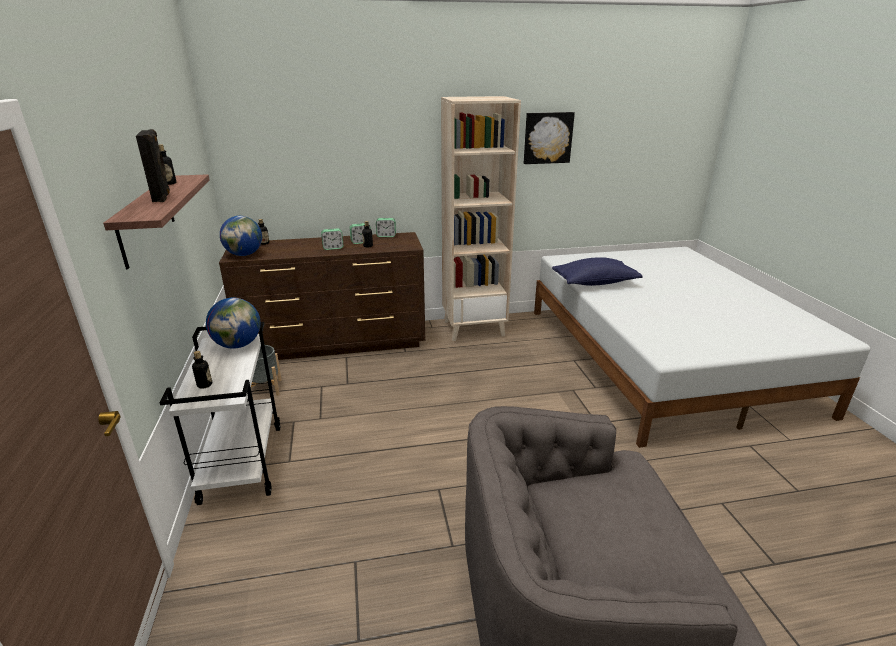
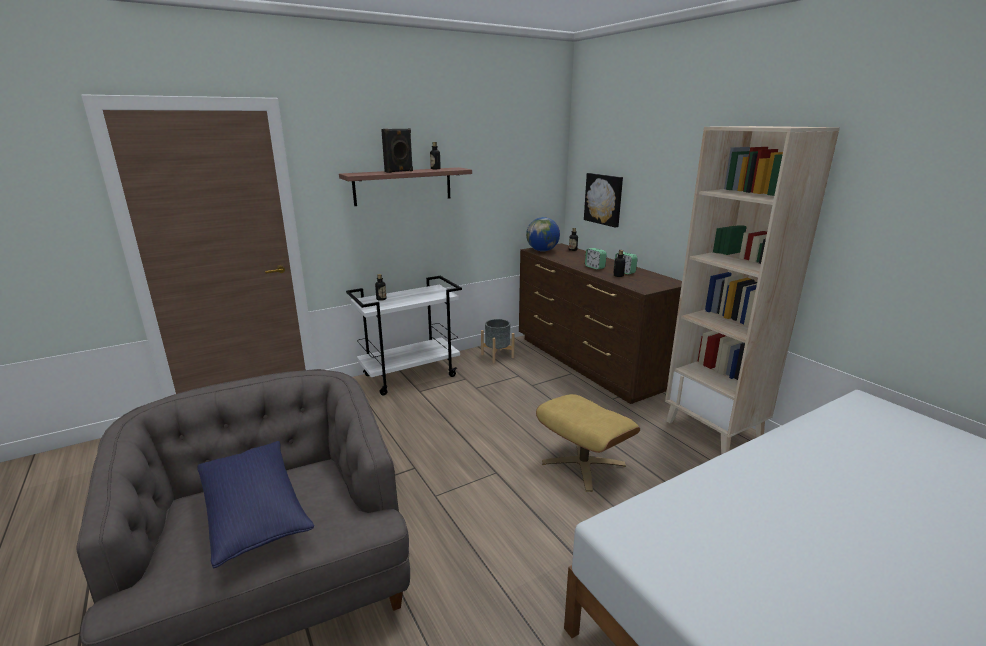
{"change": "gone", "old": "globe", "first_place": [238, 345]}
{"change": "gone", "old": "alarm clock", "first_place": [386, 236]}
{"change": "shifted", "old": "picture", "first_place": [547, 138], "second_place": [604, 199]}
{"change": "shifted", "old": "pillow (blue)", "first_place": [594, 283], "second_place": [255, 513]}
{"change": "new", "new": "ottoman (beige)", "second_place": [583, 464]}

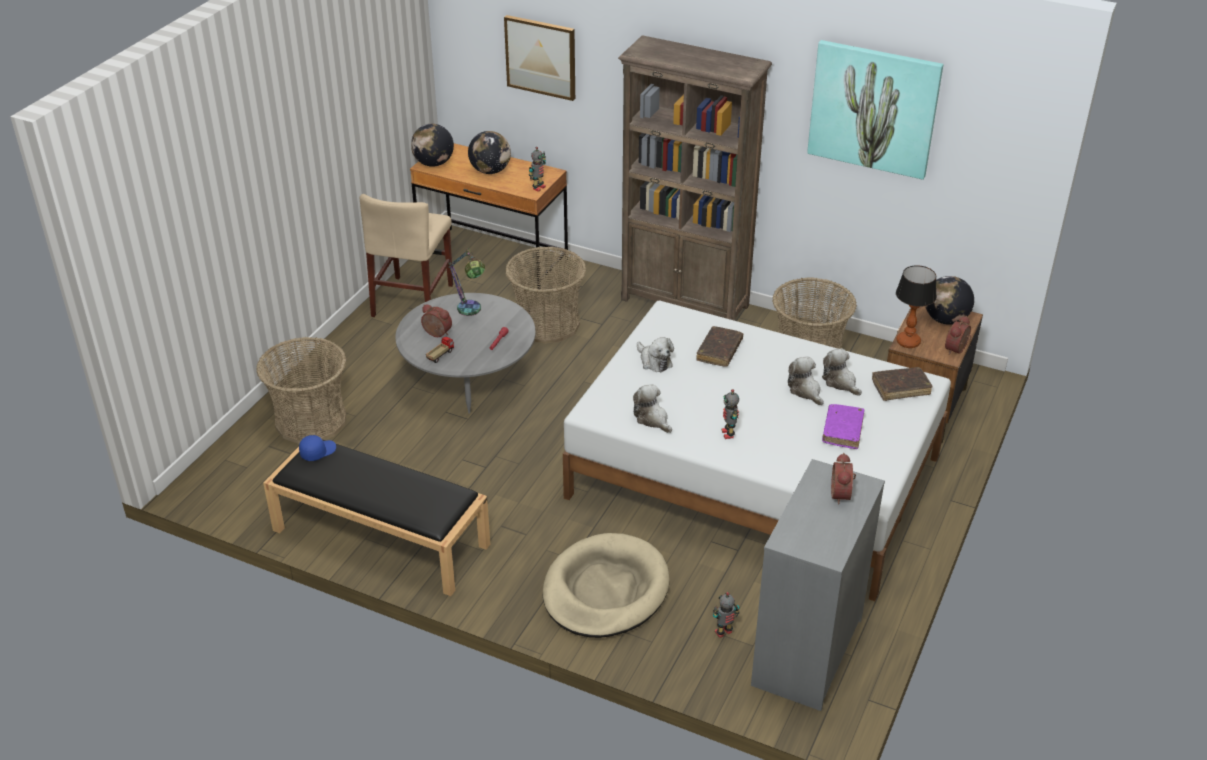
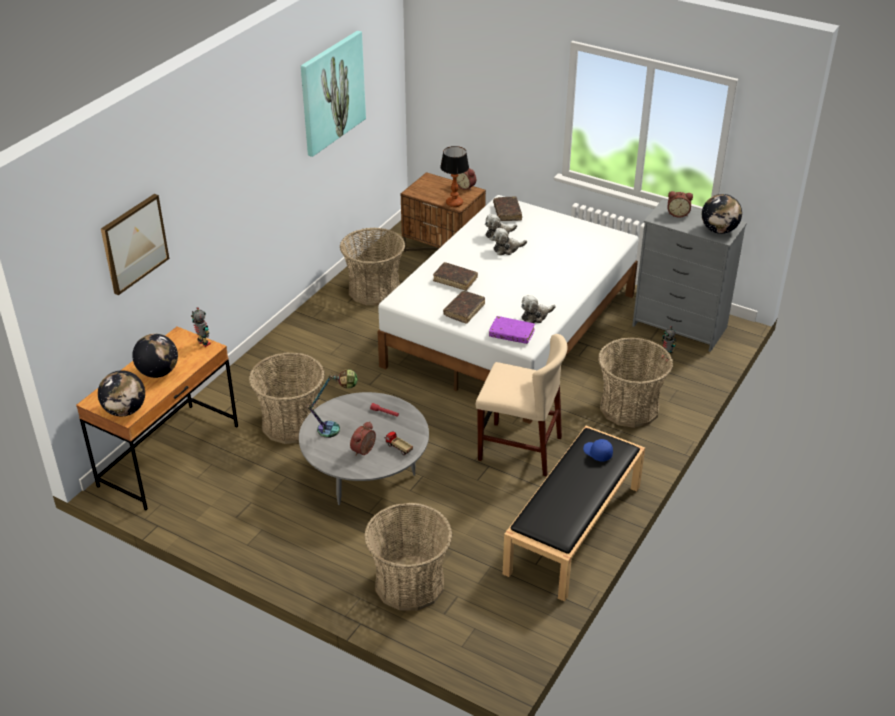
{"change": "shifted", "old": "cap (blue)", "first_place": [317, 451], "second_place": [597, 453]}
{"change": "shifted", "old": "chair (beige)", "first_place": [413, 300], "second_place": [519, 448]}
{"change": "swapped", "old": "dog bed (beige)", "new": "basket", "first_place": [605, 590], "second_place": [629, 408]}
{"change": "gone", "old": "bookcase (brown)", "first_place": [685, 303]}
{"change": "swapped", "old": "plush toy", "new": "book (brown)", "first_place": [654, 361], "second_place": [464, 310]}
{"change": "gone", "old": "toy robot", "first_place": [728, 434]}
{"change": "shifted", "old": "book (purple)", "first_place": [842, 431], "second_place": [511, 334]}
{"change": "shifted", "old": "globe", "first_place": [945, 319], "second_place": [719, 230]}

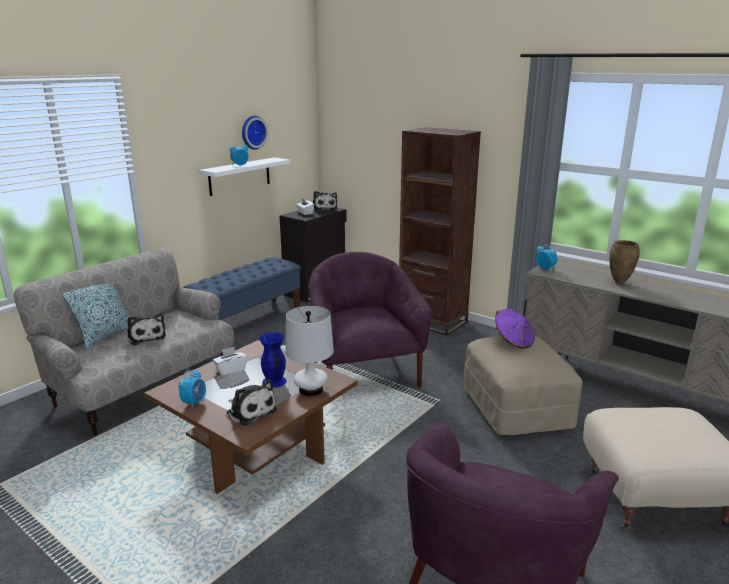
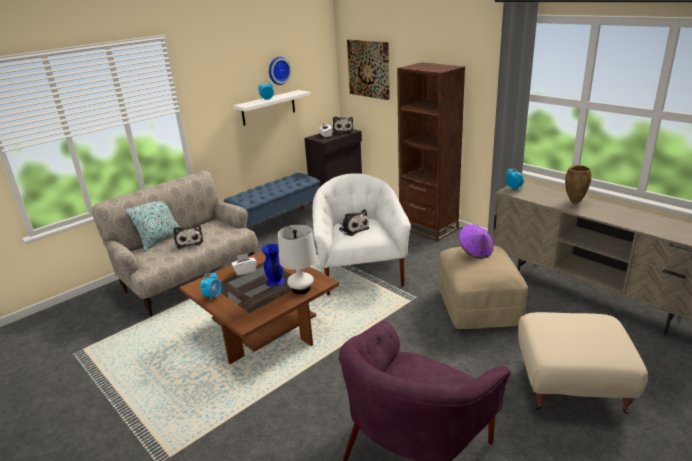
{"change": "shifted", "old": "plush toy", "first_place": [250, 411], "second_place": [353, 229]}
{"change": "repainted", "old": "armchair (purple)", "new": "armchair (white)", "first_place": [363, 374], "second_place": [360, 273]}
{"change": "new", "new": "picture", "second_place": [369, 69]}

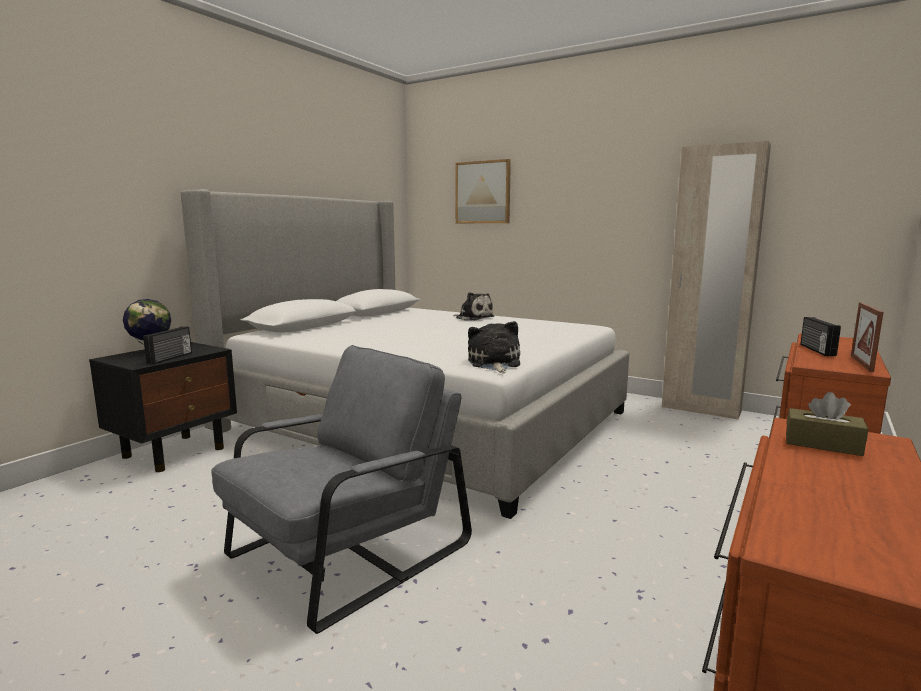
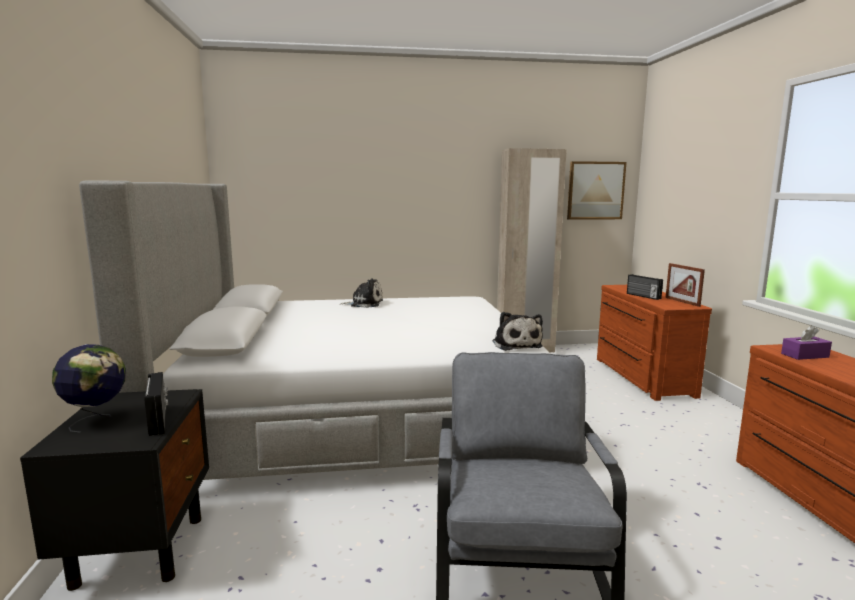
{"change": "shifted", "old": "picture", "first_place": [483, 192], "second_place": [595, 190]}
{"change": "rotated", "old": "plush toy", "first_place": [494, 363], "second_place": [516, 344], "degrees": -150}
{"change": "repainted", "old": "tissue box (brown)", "new": "tissue box (purple)", "first_place": [822, 444], "second_place": [804, 355]}

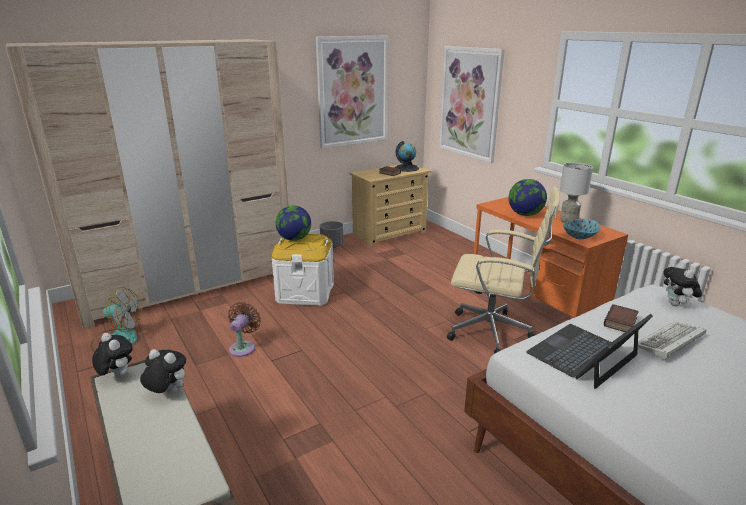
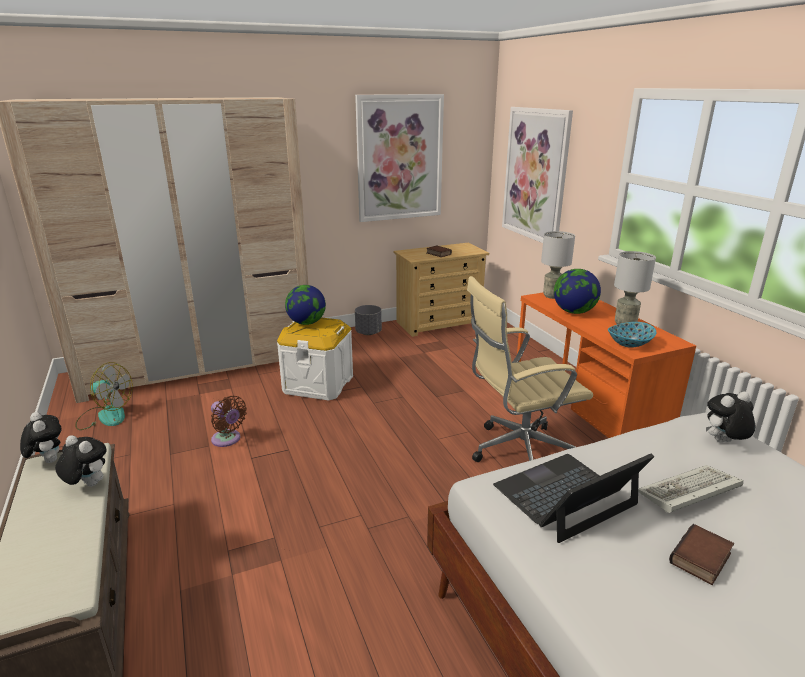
{"change": "rotated", "old": "fan (brown)", "first_place": [243, 347], "second_place": [228, 440], "degrees": 105}
{"change": "gone", "old": "globe", "first_place": [406, 168]}
{"change": "rotated", "old": "office chair (beige)", "first_place": [493, 333], "second_place": [517, 452], "degrees": 135}
{"change": "shifted", "old": "book", "first_place": [621, 322], "second_place": [701, 559]}
{"change": "rotated", "old": "plush toy", "first_place": [676, 304], "second_place": [723, 442], "degrees": 60}
{"change": "new", "new": "table lamp (grey)", "second_place": [552, 296]}

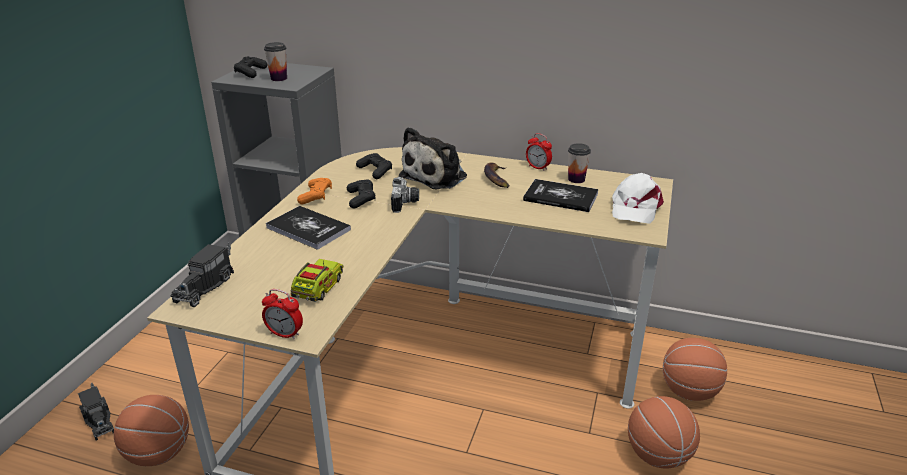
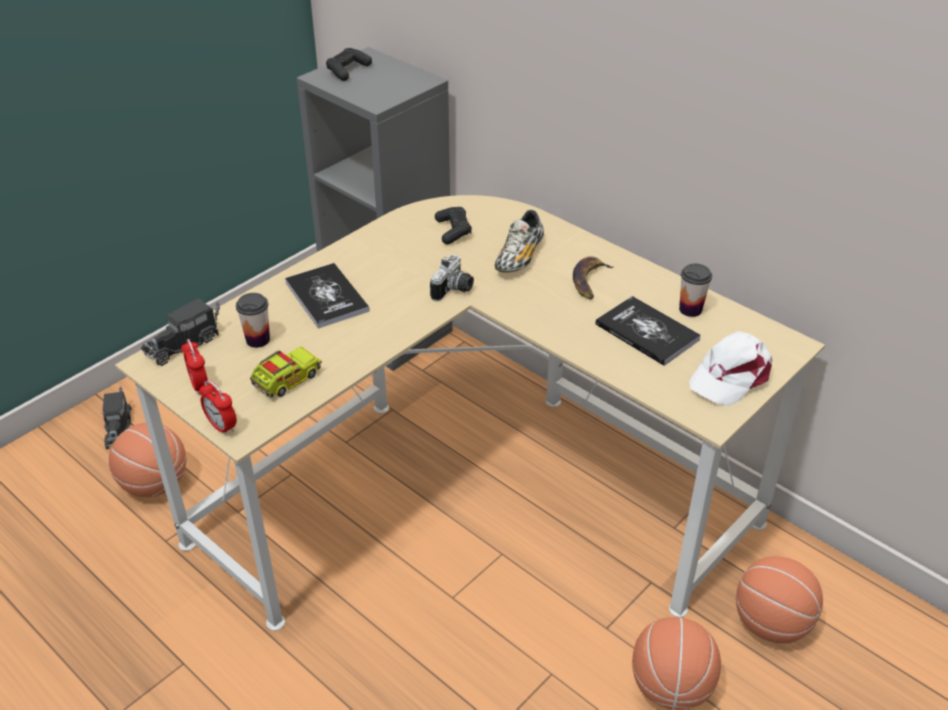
{"change": "shifted", "old": "cup", "first_place": [279, 78], "second_place": [258, 340]}
{"change": "gone", "old": "game controller (orange)", "first_place": [316, 196]}
{"change": "gone", "old": "game controller (black)", "first_place": [361, 199]}
{"change": "swapped", "old": "plush toy", "new": "shoe", "first_place": [436, 176], "second_place": [519, 257]}
{"change": "shifted", "old": "alarm clock", "first_place": [538, 168], "second_place": [199, 385]}

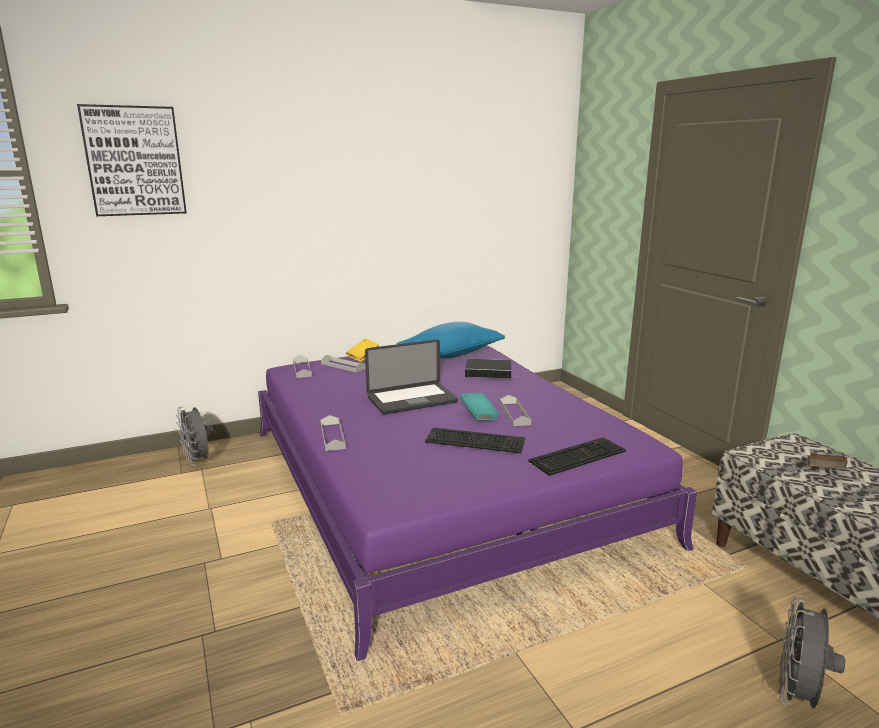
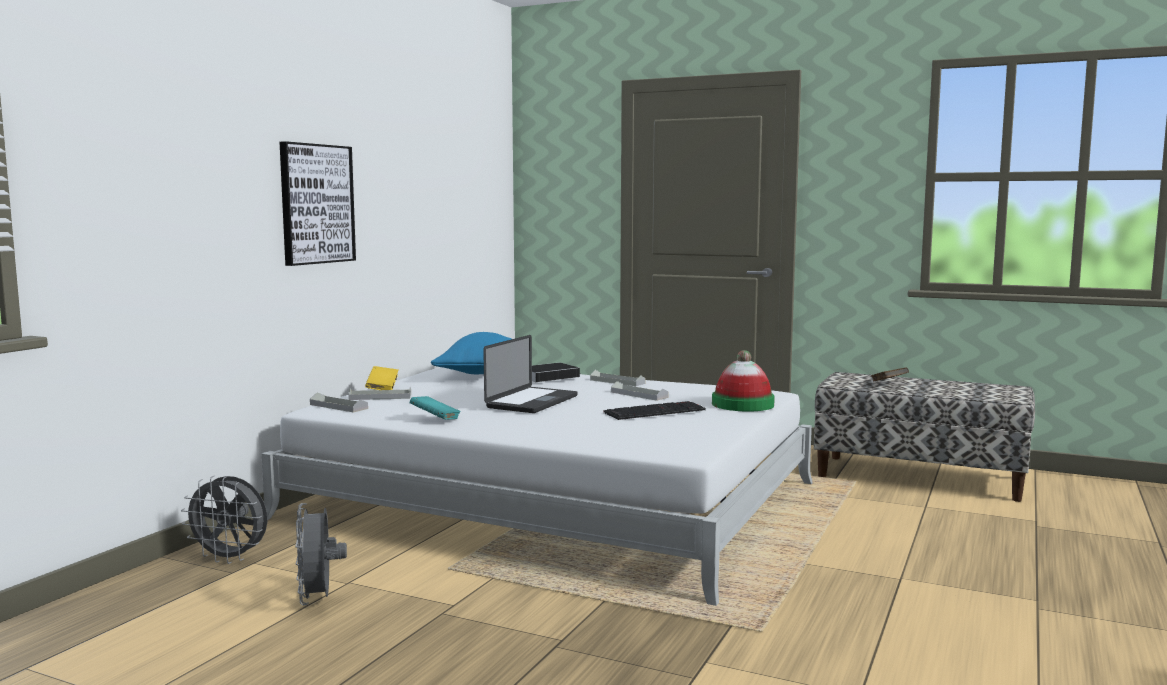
{"change": "shifted", "old": "picture", "first_place": [134, 161], "second_place": [316, 204]}
{"change": "repainted", "old": "bed (purple)", "new": "bed (white)", "first_place": [439, 483], "second_place": [553, 501]}
{"change": "shifted", "old": "tray (grey)", "first_place": [332, 436], "second_place": [617, 382]}
{"change": "shifted", "old": "book (turquoise)", "first_place": [479, 415], "second_place": [435, 419]}
{"change": "swapped", "old": "keyboard", "new": "hat", "first_place": [577, 455], "second_place": [742, 404]}
{"change": "shifted", "old": "fan (grey)", "first_place": [797, 696], "second_place": [319, 599]}

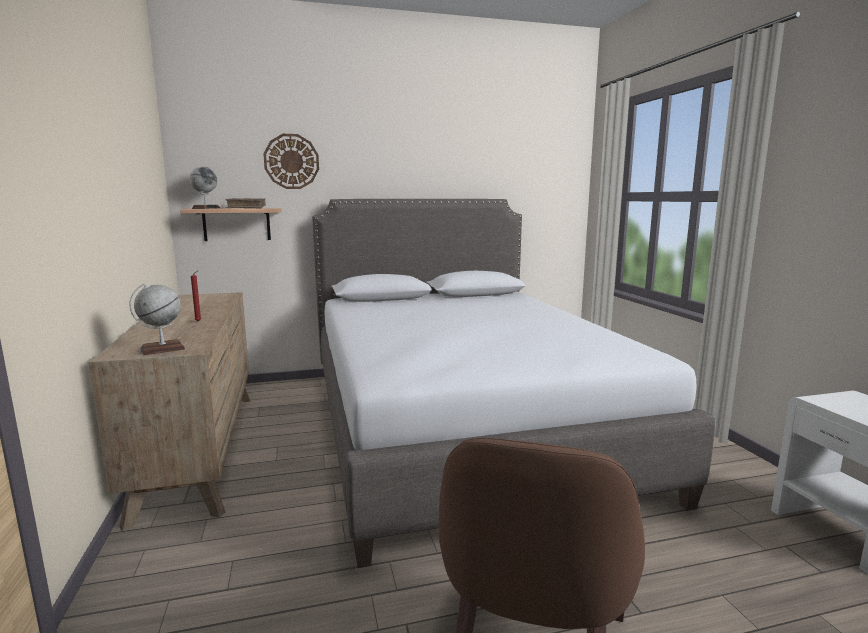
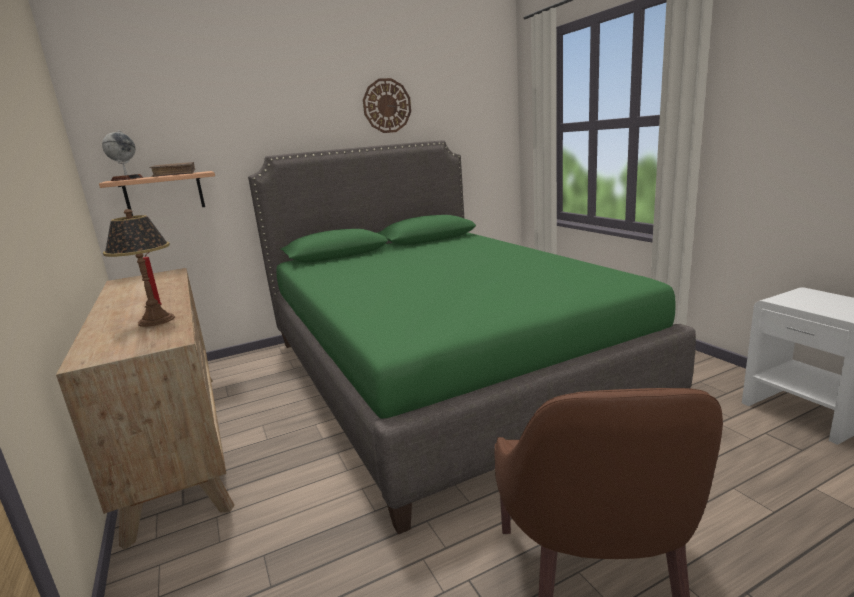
{"change": "gone", "old": "globe", "first_place": [162, 349]}
{"change": "shifted", "old": "wall clock", "first_place": [291, 161], "second_place": [387, 106]}
{"change": "repainted", "old": "bed (grey)", "new": "bed (green)", "first_place": [461, 427], "second_place": [441, 372]}
{"change": "new", "new": "table lamp", "second_place": [156, 320]}

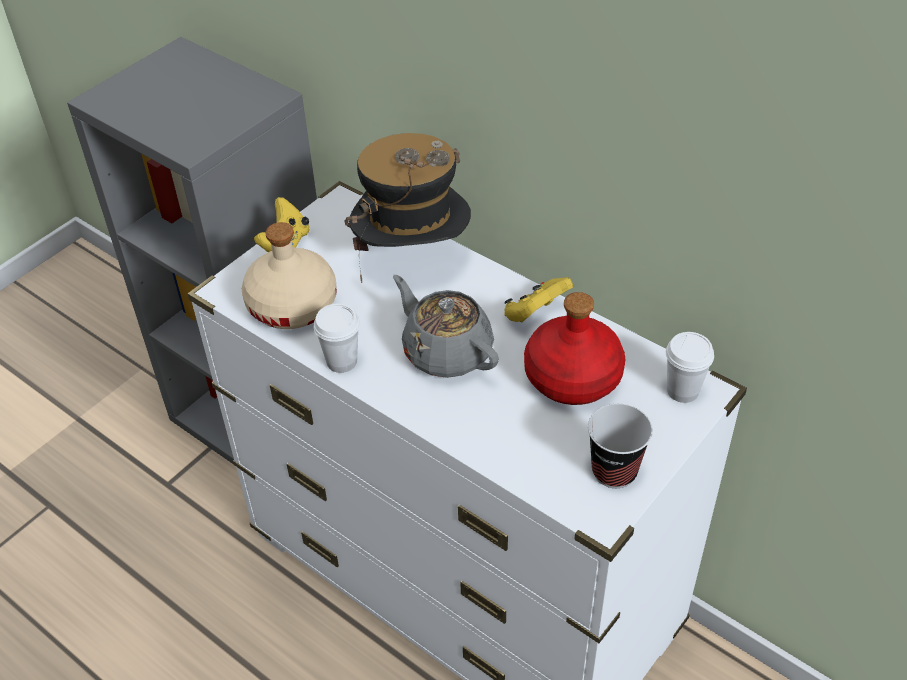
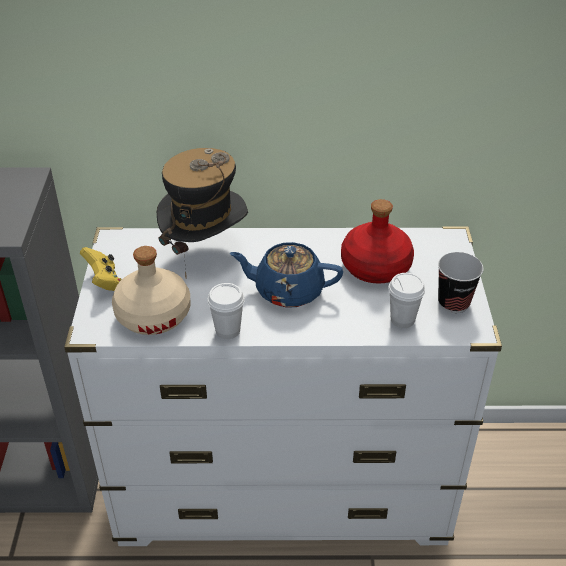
{"change": "repainted", "old": "teapot (grey)", "new": "teapot (blue)", "first_place": [446, 352], "second_place": [287, 291]}
{"change": "gone", "old": "game controller (yellow)", "first_place": [535, 314]}
{"change": "shifted", "old": "cup (white)", "first_place": [682, 391], "second_place": [402, 320]}

